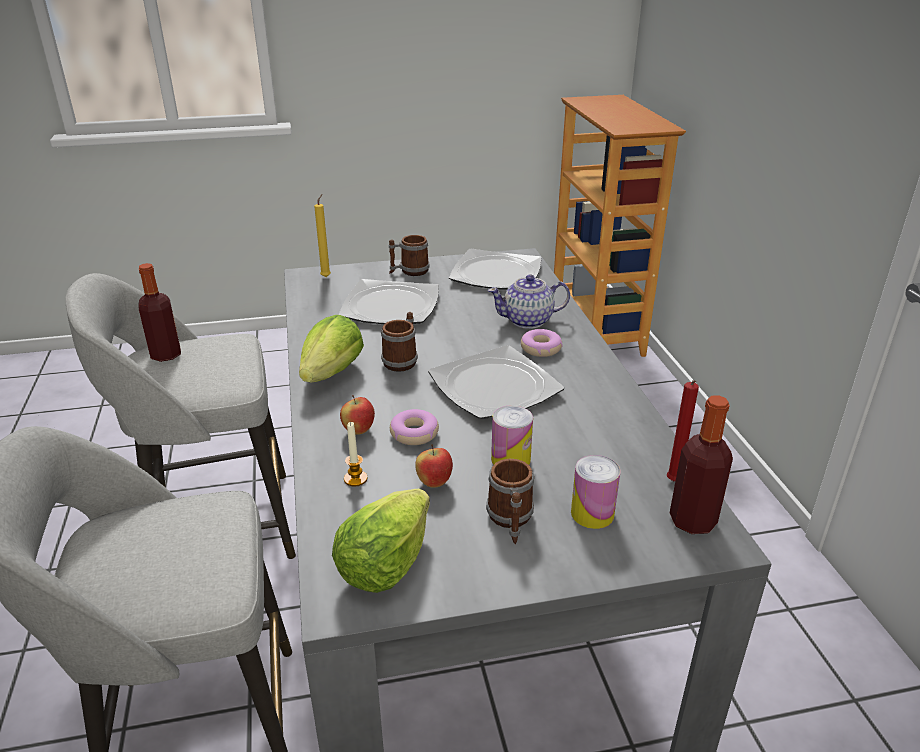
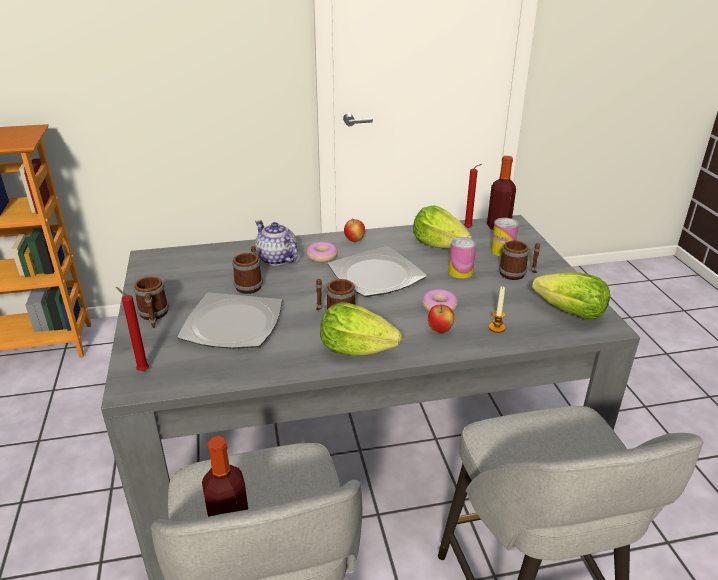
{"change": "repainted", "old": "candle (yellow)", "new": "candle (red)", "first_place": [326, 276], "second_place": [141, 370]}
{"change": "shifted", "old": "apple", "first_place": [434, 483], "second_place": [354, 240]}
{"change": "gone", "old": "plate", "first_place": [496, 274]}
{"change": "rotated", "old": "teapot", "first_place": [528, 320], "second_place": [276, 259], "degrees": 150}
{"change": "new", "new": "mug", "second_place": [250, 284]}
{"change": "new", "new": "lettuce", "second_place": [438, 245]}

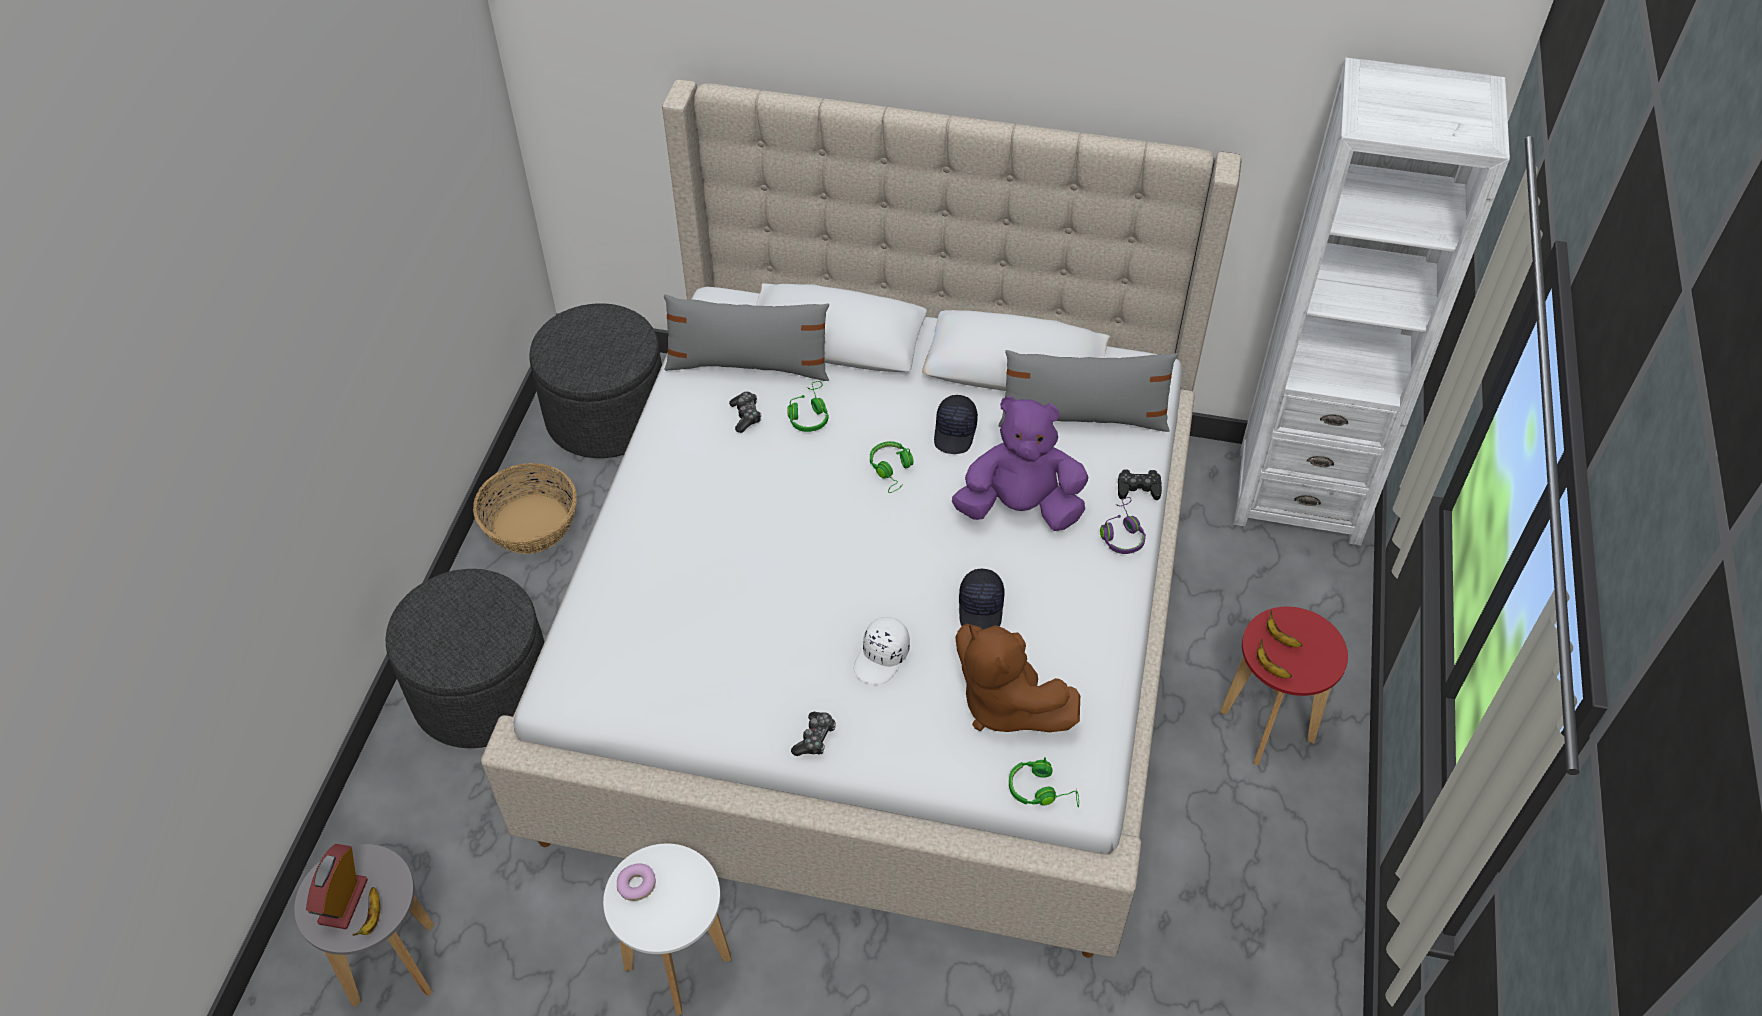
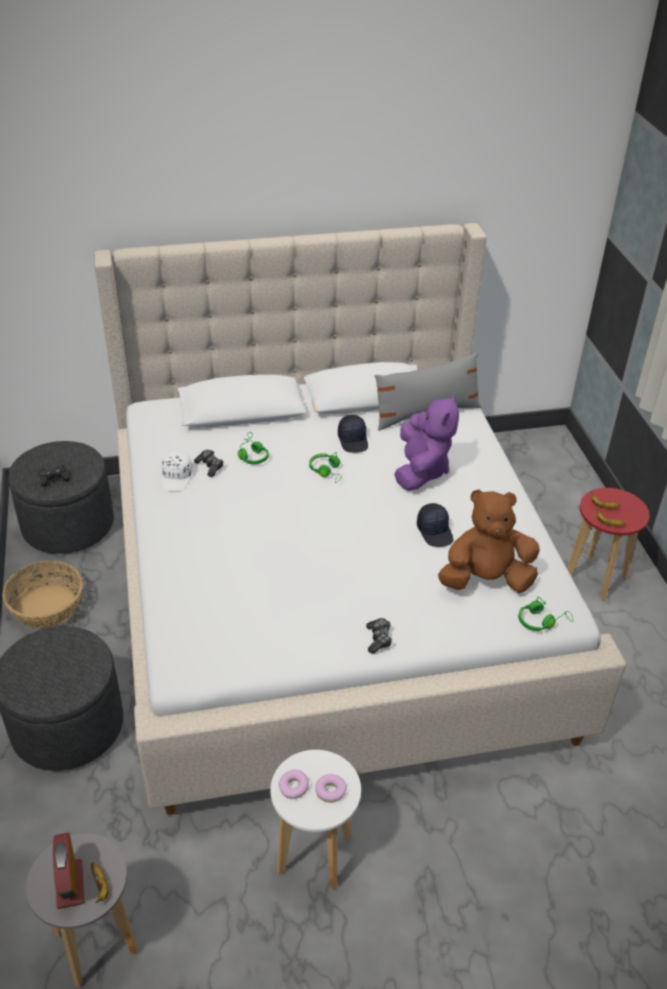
{"change": "gone", "old": "pillow (grey)", "first_place": [748, 365]}
{"change": "shifted", "old": "cap (white)", "first_place": [882, 657], "second_place": [177, 477]}
{"change": "rotated", "old": "plush toy (purple)", "first_place": [1020, 508], "second_place": [421, 470], "degrees": 120}
{"change": "rotated", "old": "plush toy (brown)", "first_place": [1005, 704], "second_place": [485, 580], "degrees": 150}
{"change": "gone", "old": "headphones (purple)", "first_place": [1121, 533]}
{"change": "shifted", "old": "game controller (black)", "first_place": [1138, 488], "second_place": [54, 478]}
{"change": "gone", "old": "bookcase (white)", "first_place": [1299, 494]}
{"change": "new", "new": "donut", "second_place": [330, 791]}

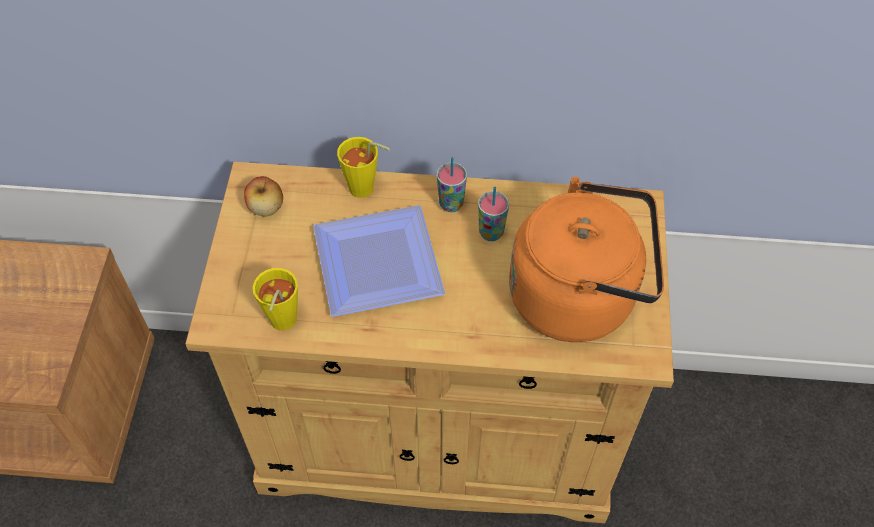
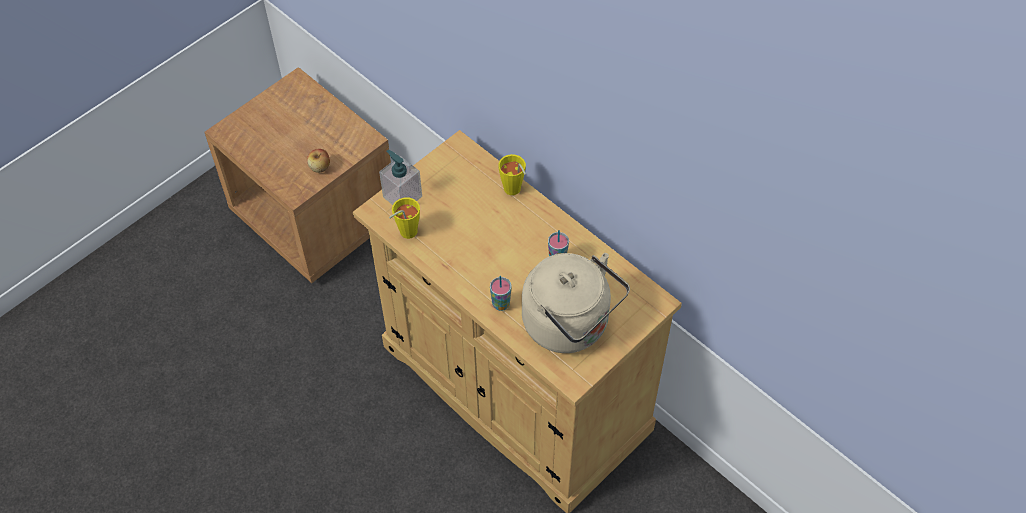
{"change": "shifted", "old": "apple", "first_place": [266, 208], "second_place": [320, 167]}
{"change": "gone", "old": "plate", "first_place": [381, 259]}
{"change": "shifted", "old": "cup", "first_place": [451, 204], "second_place": [501, 304]}
{"change": "repainted", "old": "kettle (orange)", "new": "kettle (beige)", "first_place": [579, 296], "second_place": [570, 325]}
{"change": "new", "new": "soap dispenser", "second_place": [402, 196]}

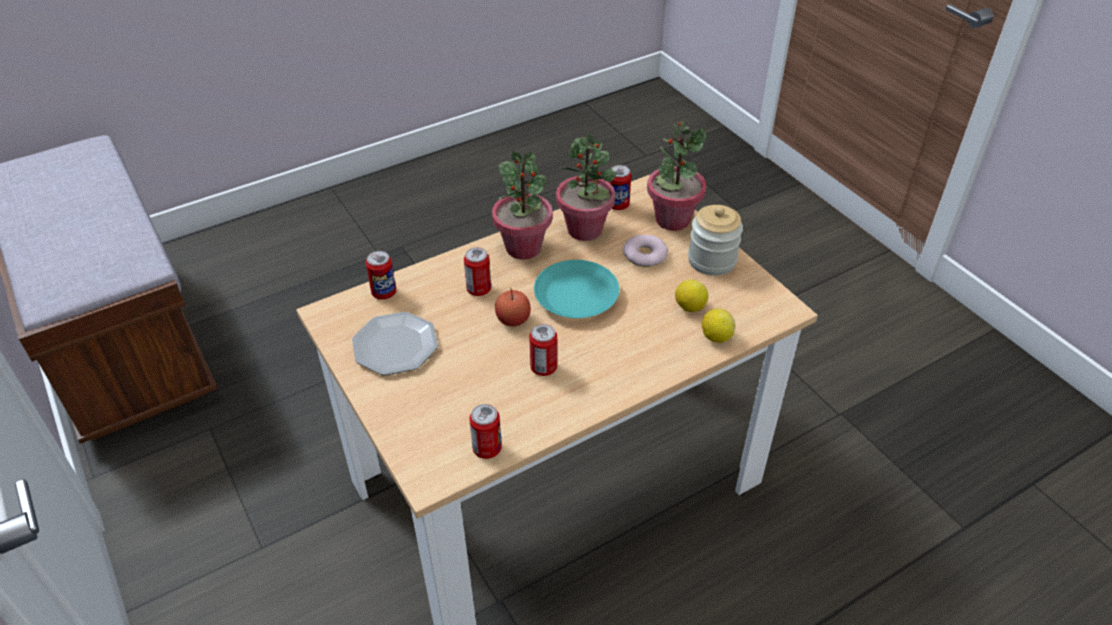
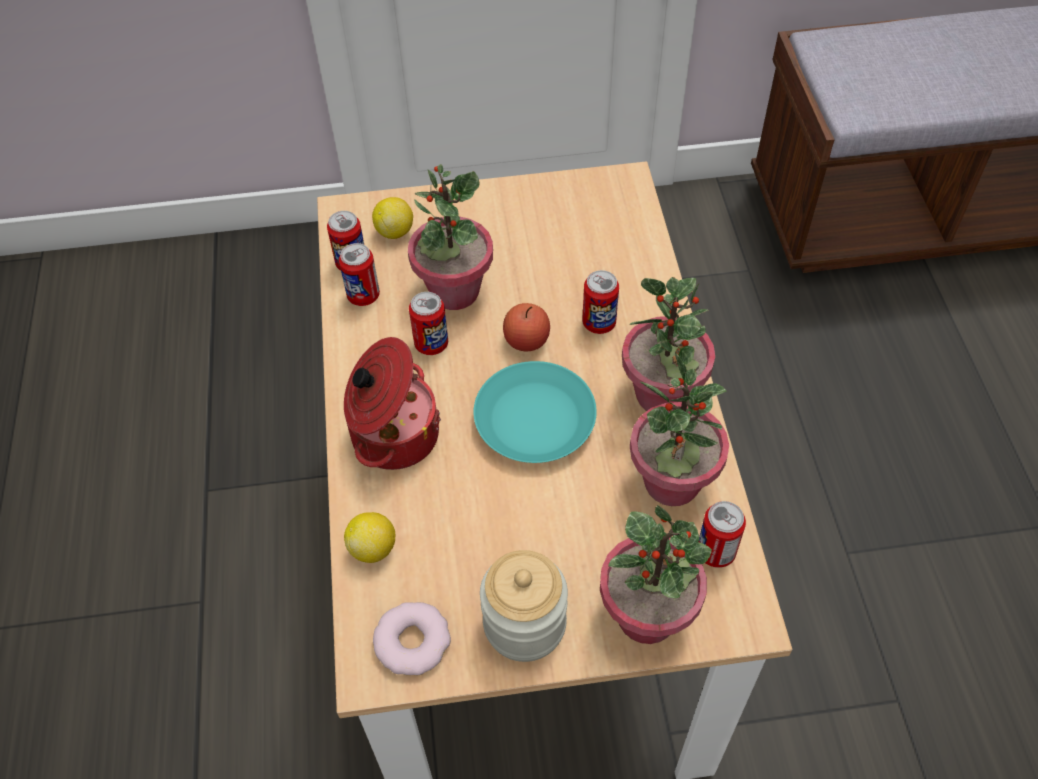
{"change": "gone", "old": "plate", "first_place": [394, 345]}
{"change": "shifted", "old": "can", "first_place": [384, 293], "second_place": [363, 296]}
{"change": "shifted", "old": "donut", "first_place": [644, 255], "second_place": [412, 641]}
{"change": "shifted", "old": "lemon", "first_place": [689, 307], "second_place": [395, 231]}
{"change": "new", "new": "cooking pot", "second_place": [392, 434]}
{"change": "new", "new": "potted plant", "second_place": [454, 291]}

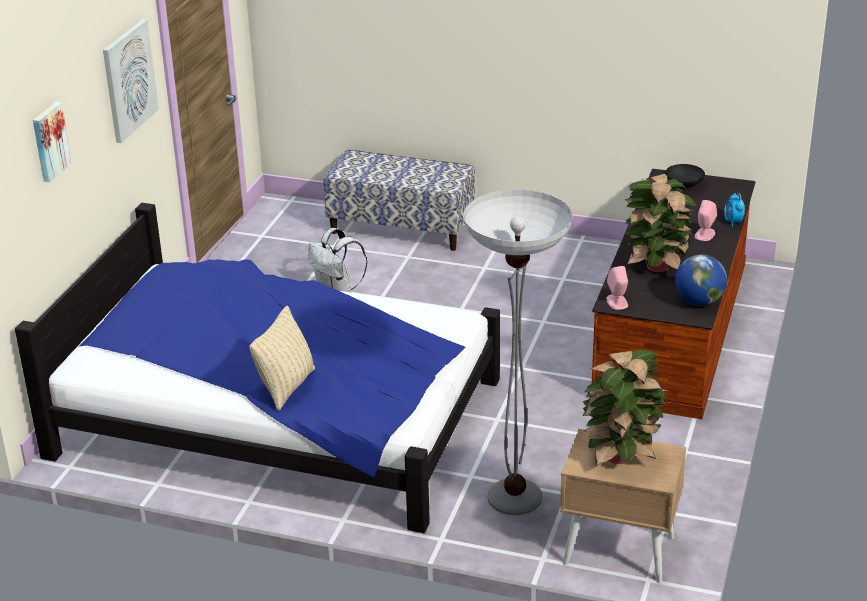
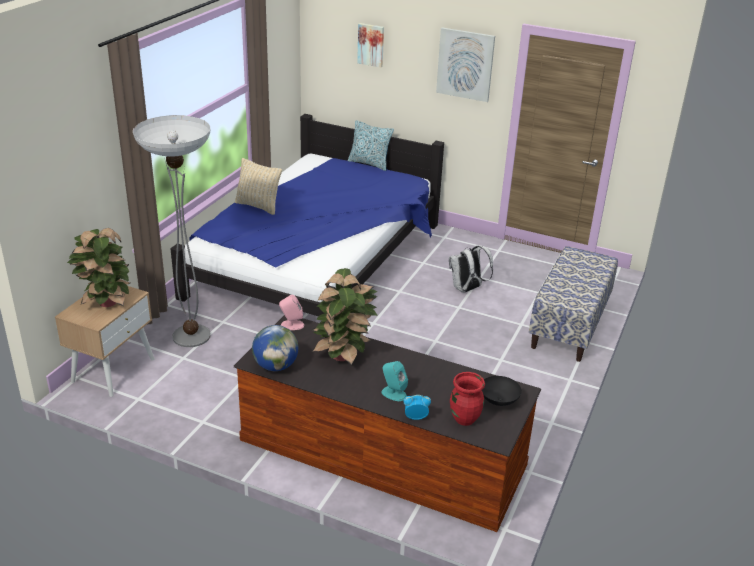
{"change": "repainted", "old": "speaker (pink)", "new": "speaker (turquoise)", "first_place": [704, 234], "second_place": [393, 393]}
{"change": "new", "new": "pillow", "second_place": [369, 163]}
{"change": "new", "new": "vase (red)", "second_place": [465, 419]}

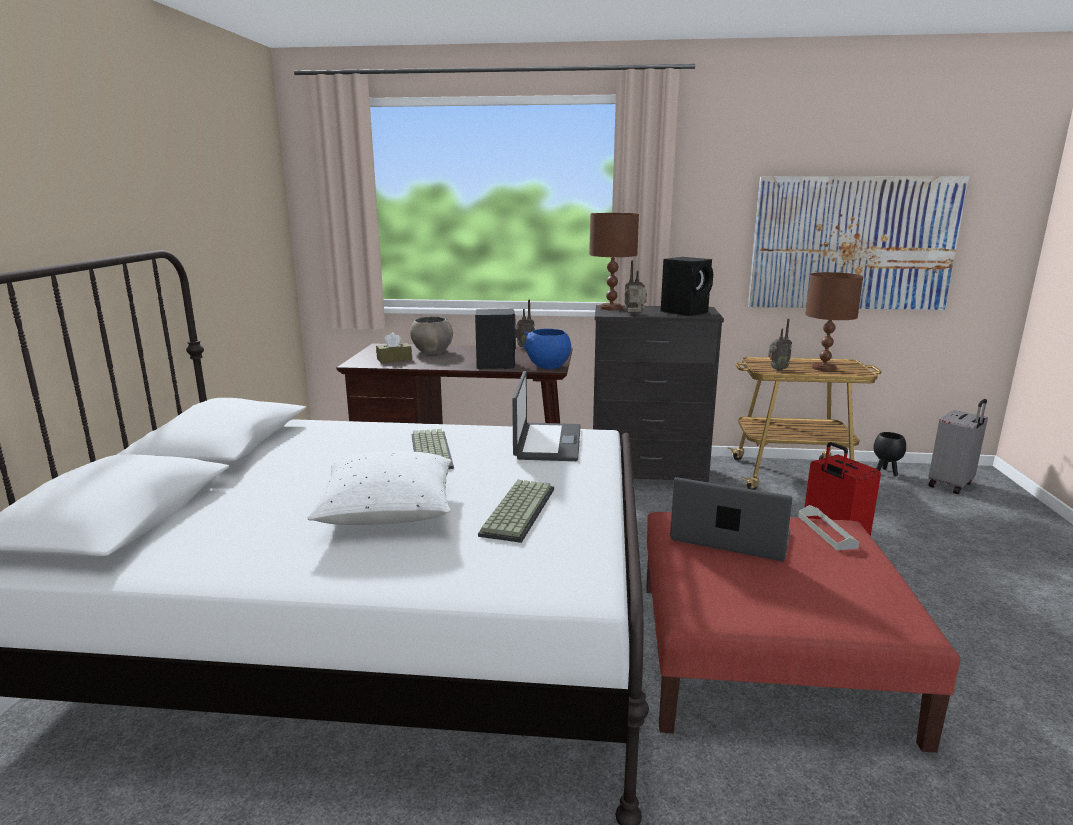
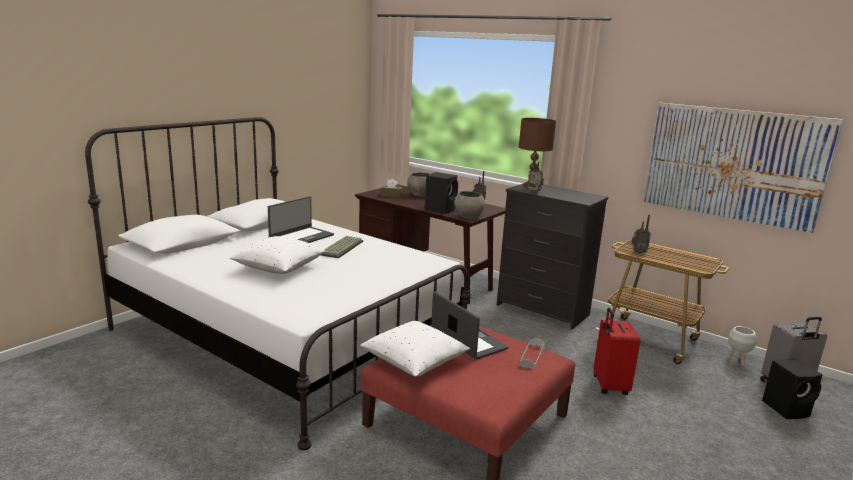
{"change": "gone", "old": "keyboard", "first_place": [517, 510]}
{"change": "shifted", "old": "laptop", "first_place": [547, 442], "second_place": [301, 237]}
{"change": "repainted", "old": "bowl (blue)", "new": "bowl (grey)", "first_place": [547, 366], "second_place": [468, 217]}
{"change": "shifted", "old": "speaker (black)", "first_place": [685, 312], "second_place": [787, 409]}
{"change": "gone", "old": "table lamp (brown)", "first_place": [824, 368]}
{"change": "repainted", "old": "planter (black)", "new": "planter (white)", "first_place": [885, 473], "second_place": [737, 361]}
{"change": "new", "new": "pillow (white)", "second_place": [414, 362]}

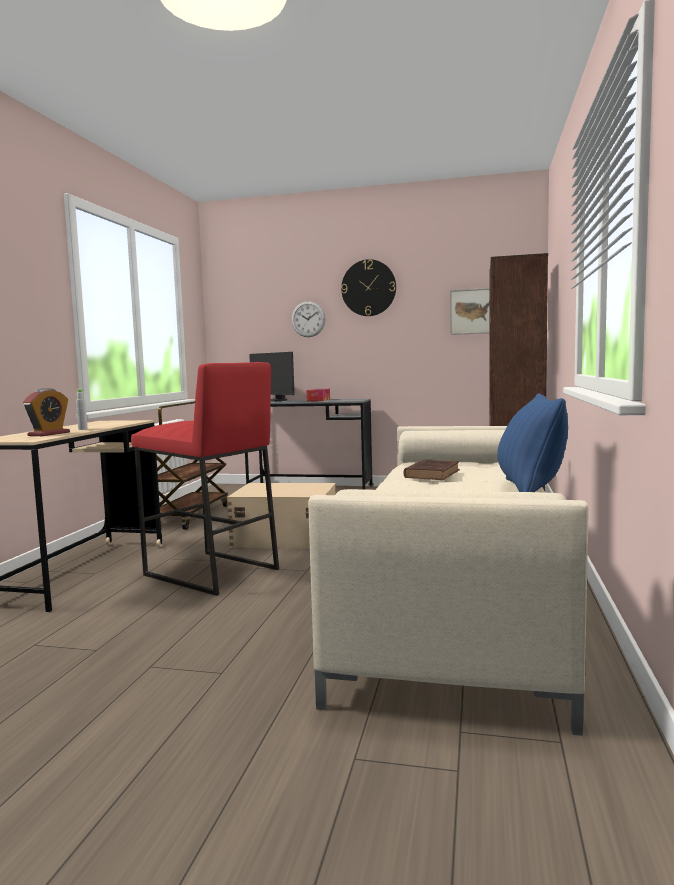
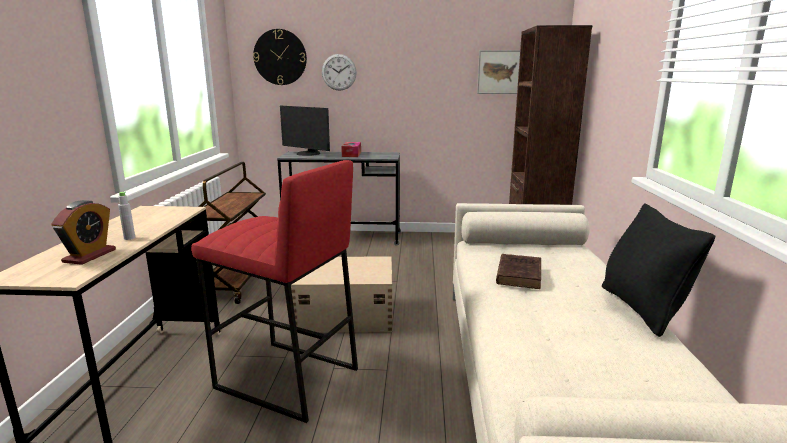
{"change": "shifted", "old": "wall clock", "first_place": [368, 288], "second_place": [280, 57]}
{"change": "repainted", "old": "pillow (blue)", "new": "pillow (black)", "first_place": [530, 489], "second_place": [641, 309]}

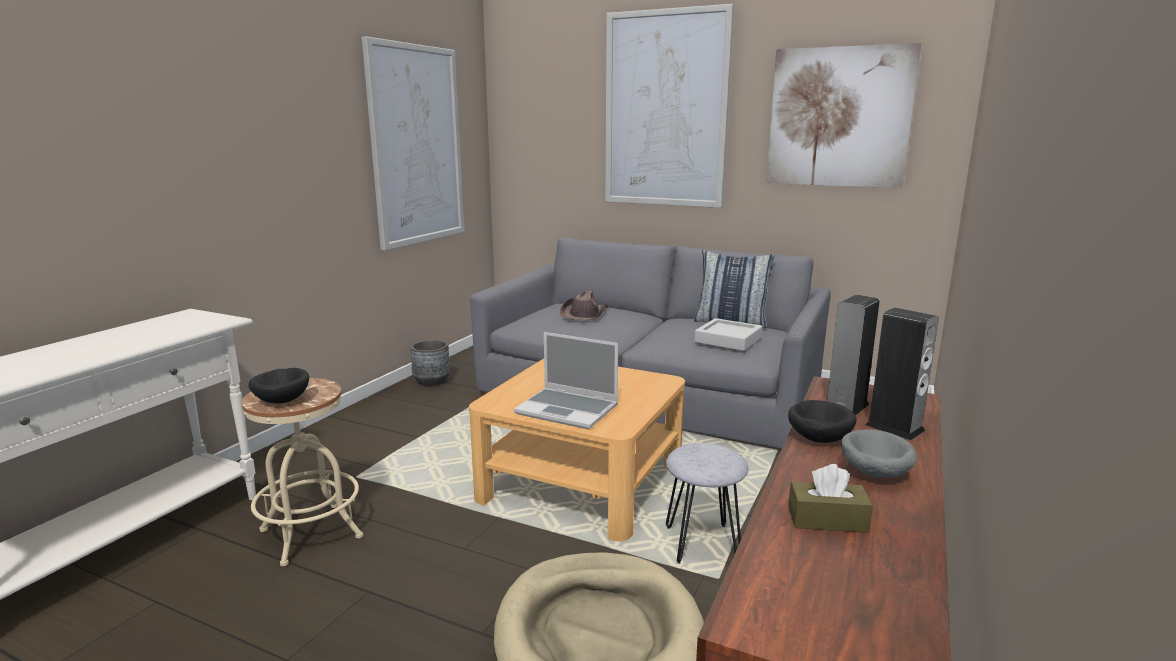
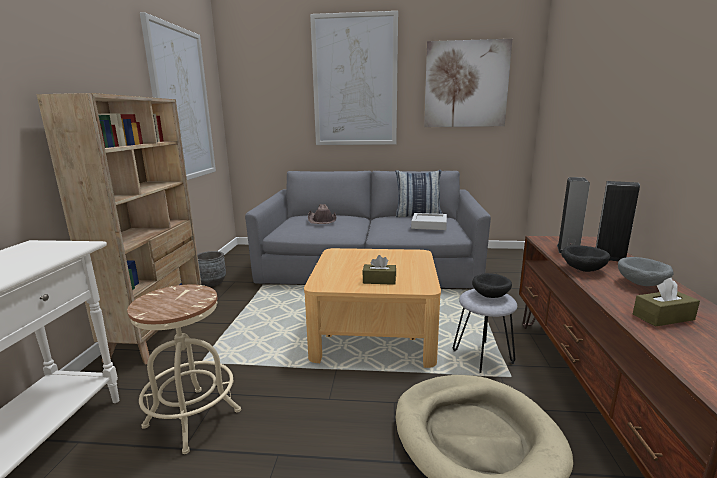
{"change": "shifted", "old": "bowl (black)", "first_place": [282, 400], "second_place": [489, 295]}
{"change": "swapped", "old": "laptop", "new": "tissue box (brown)", "first_place": [568, 410], "second_place": [379, 280]}
{"change": "new", "new": "bookcase (beige)", "second_place": [159, 331]}

